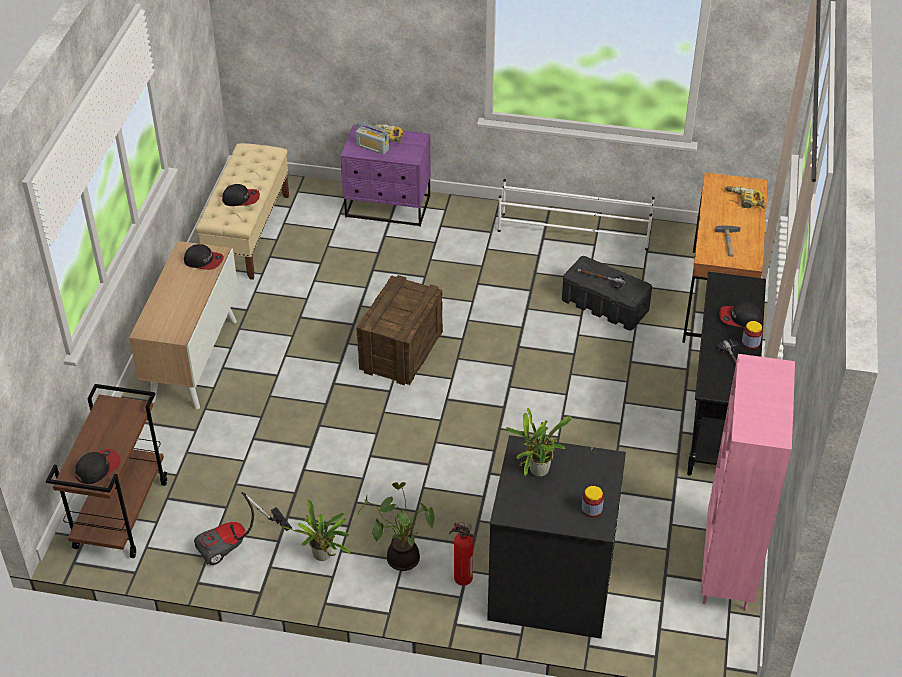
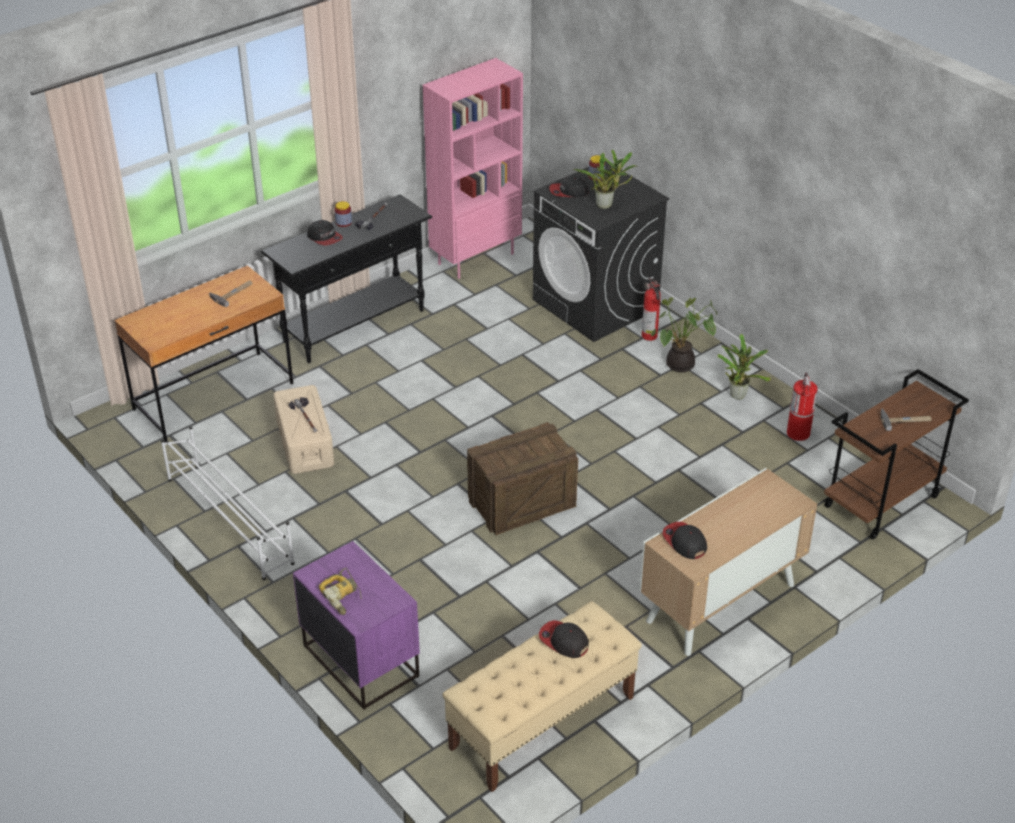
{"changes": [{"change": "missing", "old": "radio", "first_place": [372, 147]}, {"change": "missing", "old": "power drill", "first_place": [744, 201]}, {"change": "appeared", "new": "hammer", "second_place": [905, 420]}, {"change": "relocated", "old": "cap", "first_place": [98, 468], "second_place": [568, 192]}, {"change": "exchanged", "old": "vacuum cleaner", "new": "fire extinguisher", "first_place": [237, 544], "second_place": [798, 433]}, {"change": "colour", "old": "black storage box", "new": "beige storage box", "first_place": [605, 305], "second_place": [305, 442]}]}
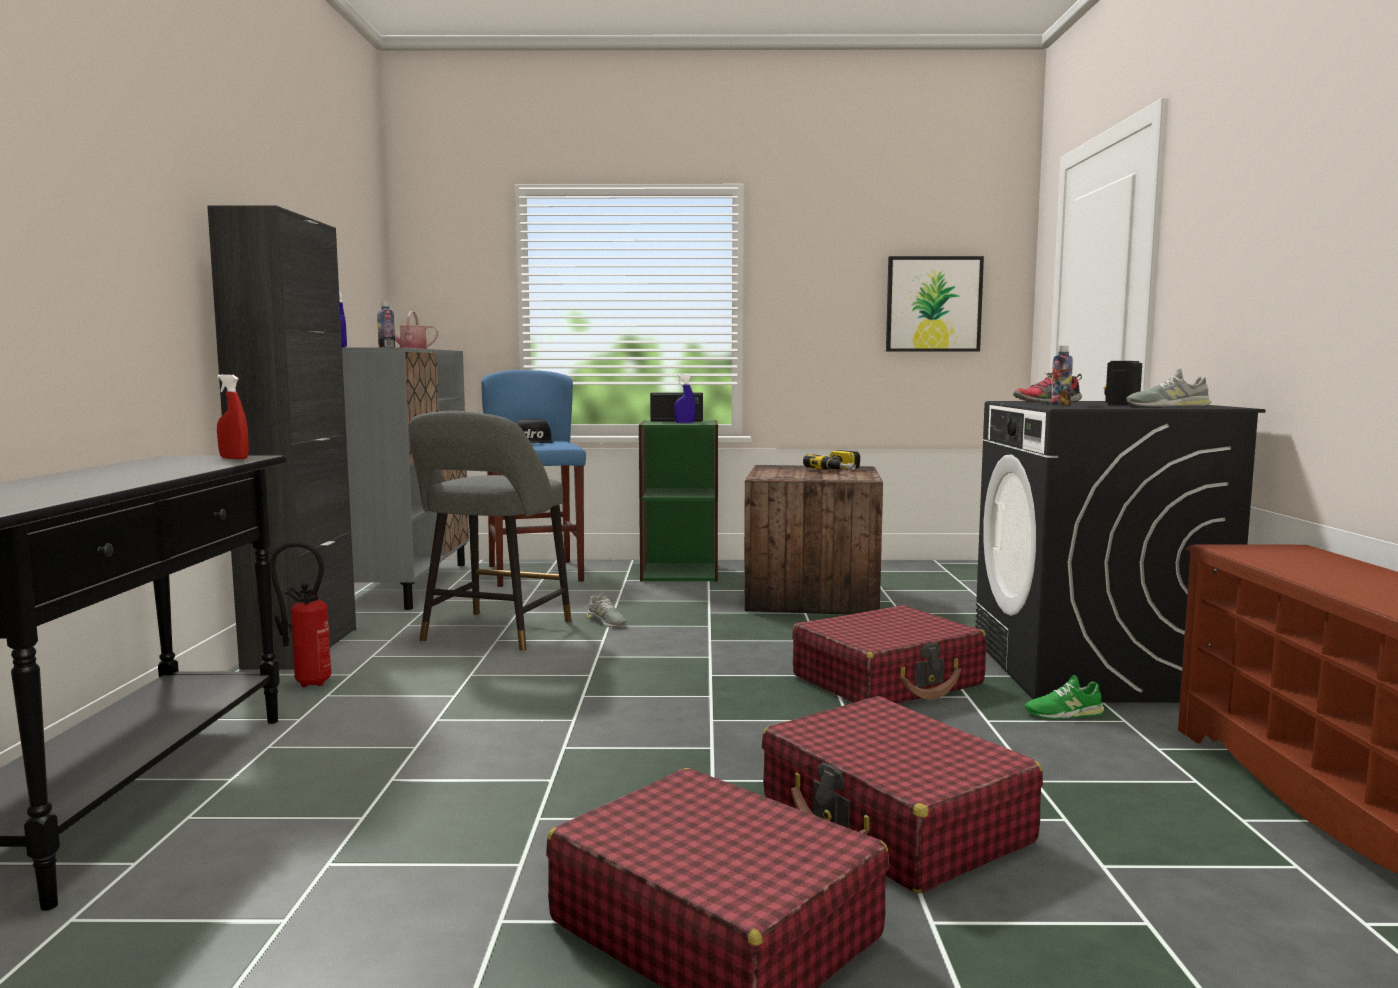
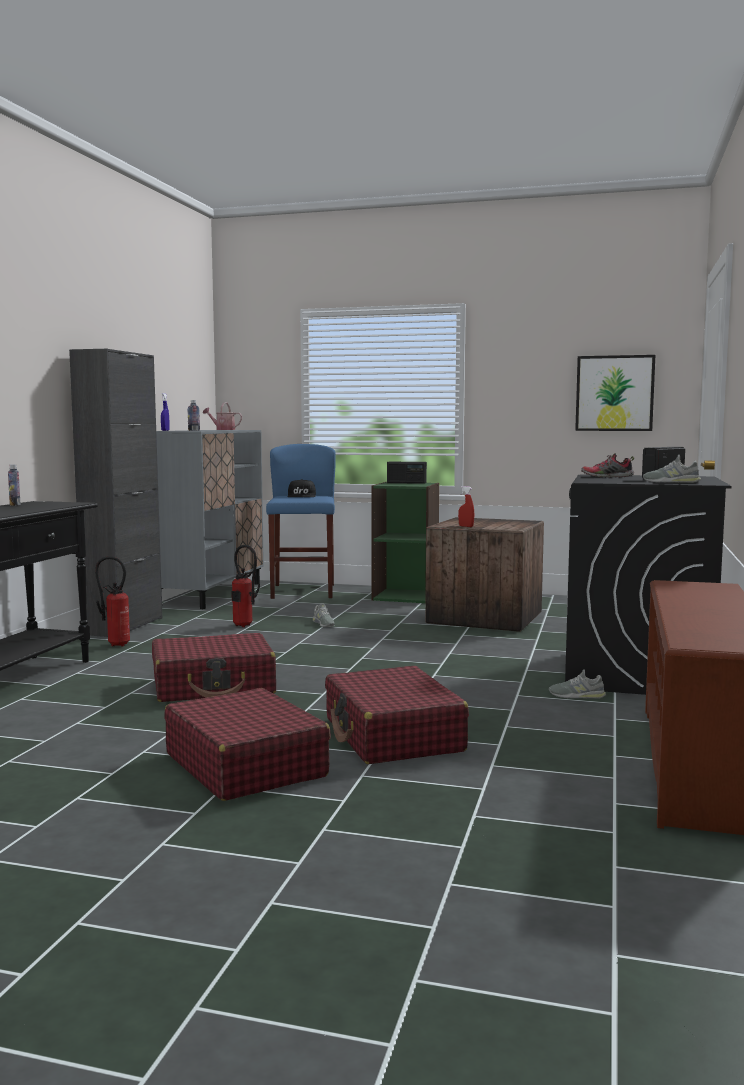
{"changes": [{"change": "missing", "old": "blue spray bottle", "first_place": [684, 423]}, {"change": "missing", "old": "power drill", "first_place": [841, 471]}, {"change": "relocated", "old": "red spray bottle", "first_place": [234, 458], "second_place": [466, 526]}, {"change": "relocated", "old": "red suitcase", "first_place": [888, 681], "second_place": [213, 686]}, {"change": "relocated", "old": "bottle", "first_place": [1060, 405], "second_place": [15, 505]}, {"change": "exchanged", "old": "grey stool", "new": "fire extinguisher", "first_place": [493, 634], "second_place": [244, 626]}, {"change": "colour", "old": "green shoe", "new": "grey shoe", "first_place": [1064, 713], "second_place": [577, 695]}]}
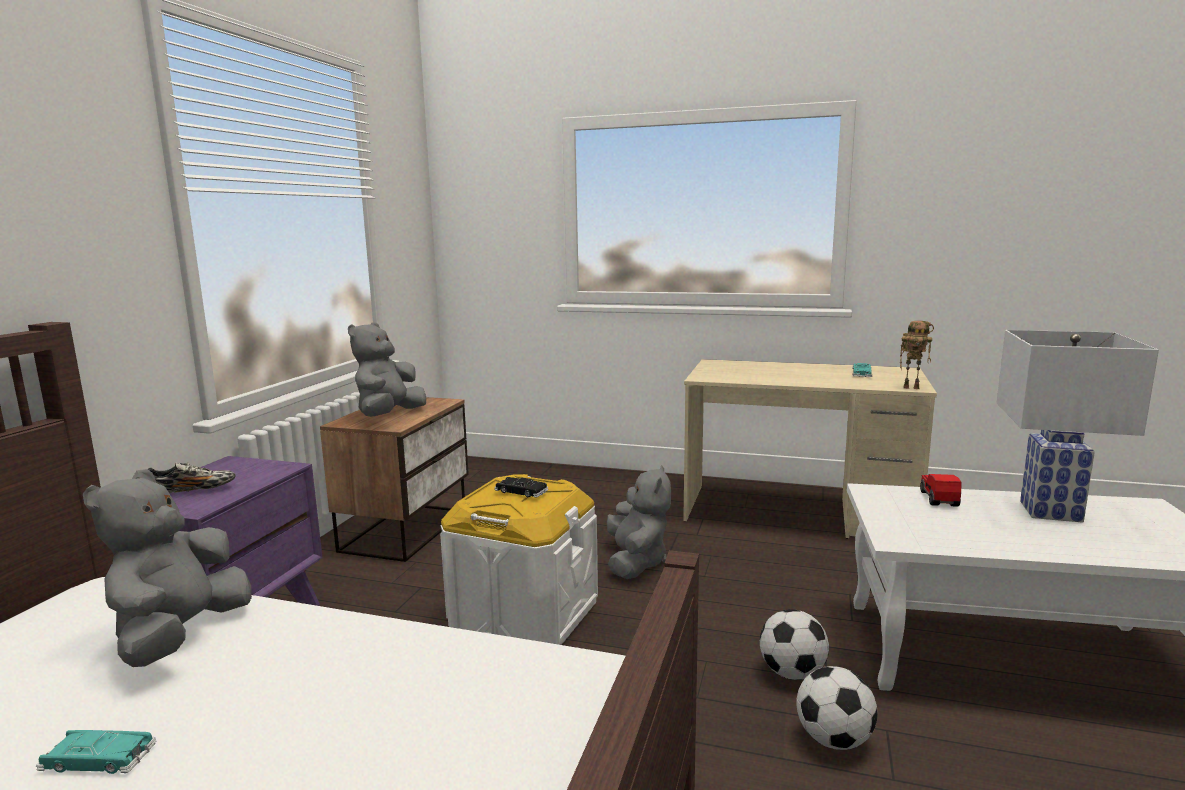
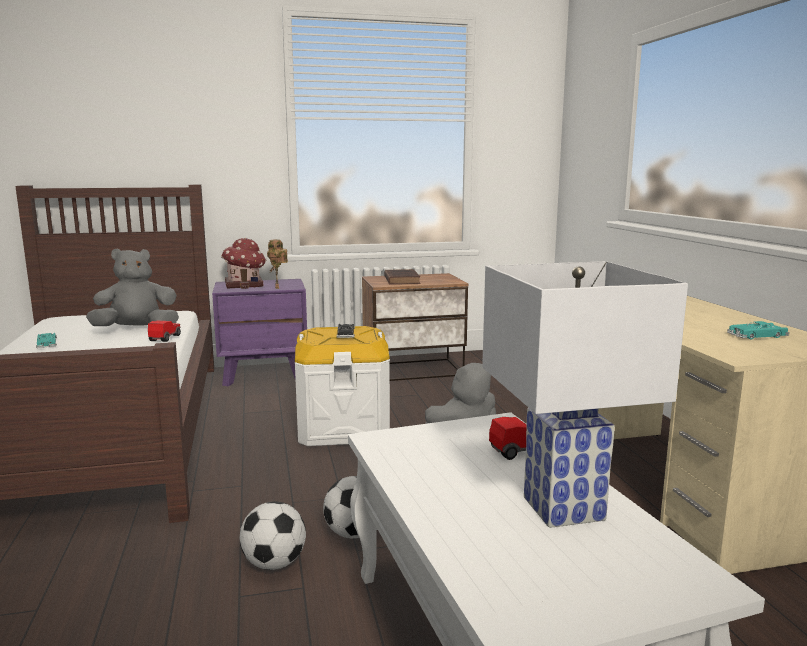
{"changes": [{"change": "appeared", "new": "toy car", "second_place": [165, 338]}, {"change": "relocated", "old": "toy robot", "first_place": [912, 387], "second_place": [278, 287]}, {"change": "exchanged", "old": "shoe", "new": "toy house", "first_place": [192, 491], "second_place": [245, 285]}, {"change": "exchanged", "old": "grey plush toy", "new": "brown book", "first_place": [389, 416], "second_place": [401, 280]}]}
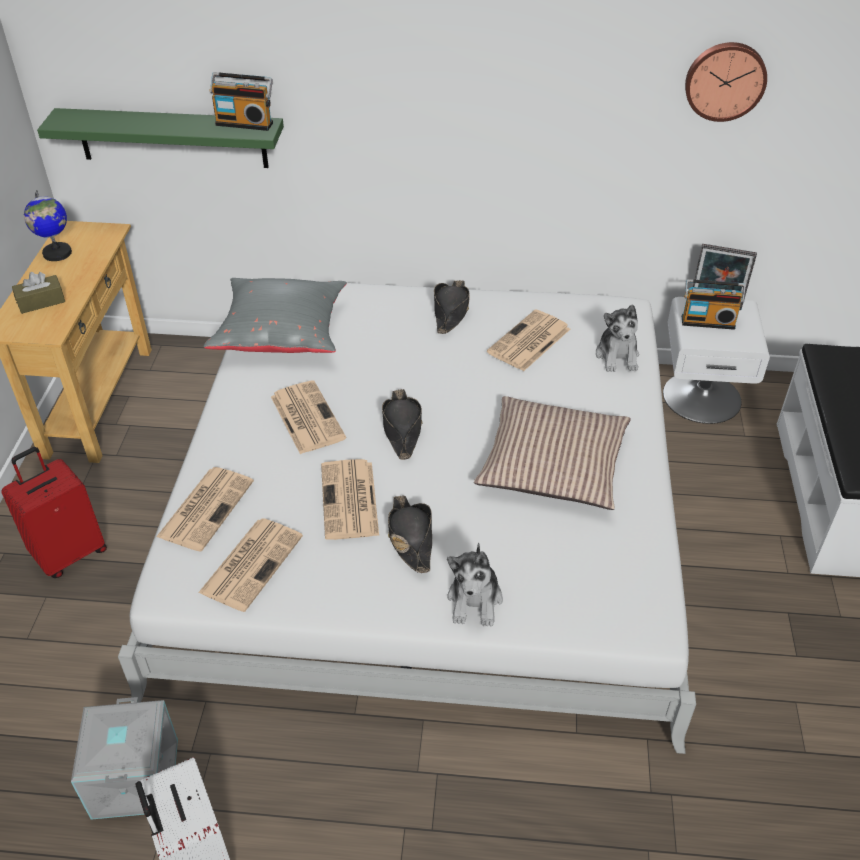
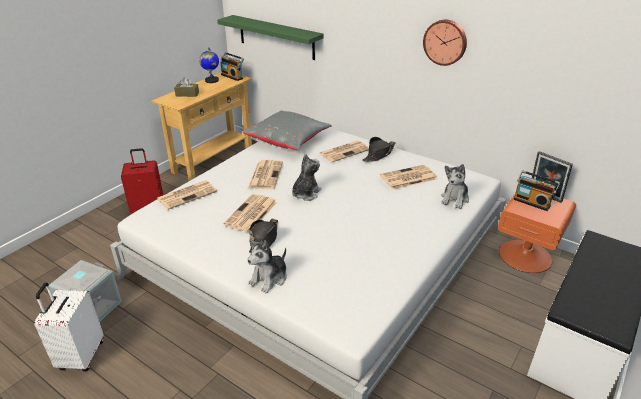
{"changes": [{"change": "missing", "old": "pillow", "first_place": [553, 464]}, {"change": "relocated", "old": "newspaper", "first_place": [252, 563], "second_place": [345, 151]}, {"change": "relocated", "old": "radio", "first_place": [245, 123], "second_place": [233, 76]}, {"change": "relocated", "old": "wall clock", "first_place": [725, 80], "second_place": [445, 42]}, {"change": "exchanged", "old": "black hat", "new": "plush toy", "first_place": [402, 429], "second_place": [305, 193]}, {"change": "colour", "old": "white nightstand", "new": "orange nightstand", "first_place": [701, 396], "second_place": [525, 255]}]}
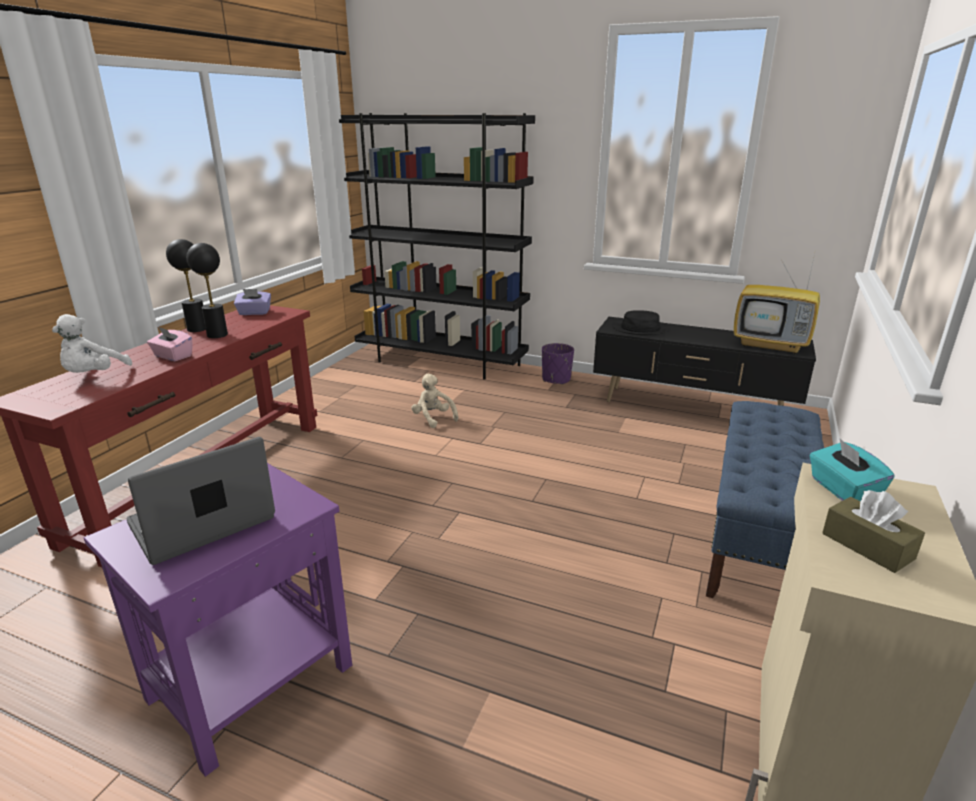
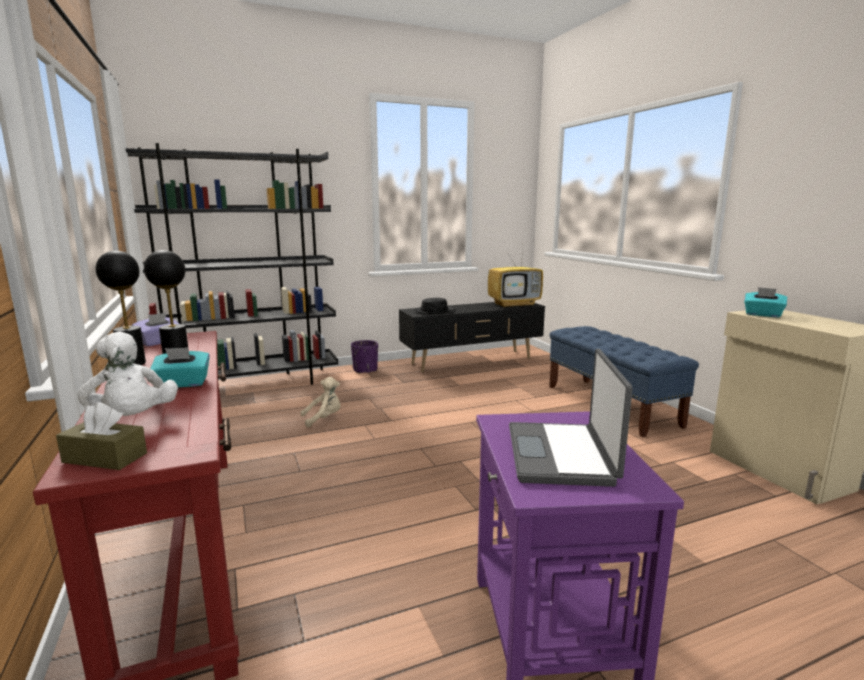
{"changes": [{"change": "relocated", "old": "brown tissue box", "first_place": [867, 546], "second_place": [105, 458]}, {"change": "colour", "old": "pink tissue box", "new": "turquoise tissue box", "first_place": [172, 356], "second_place": [182, 384]}, {"change": "spun", "old": "beige plush toy", "first_place": [433, 418], "second_place": [324, 419], "degrees": 150}]}
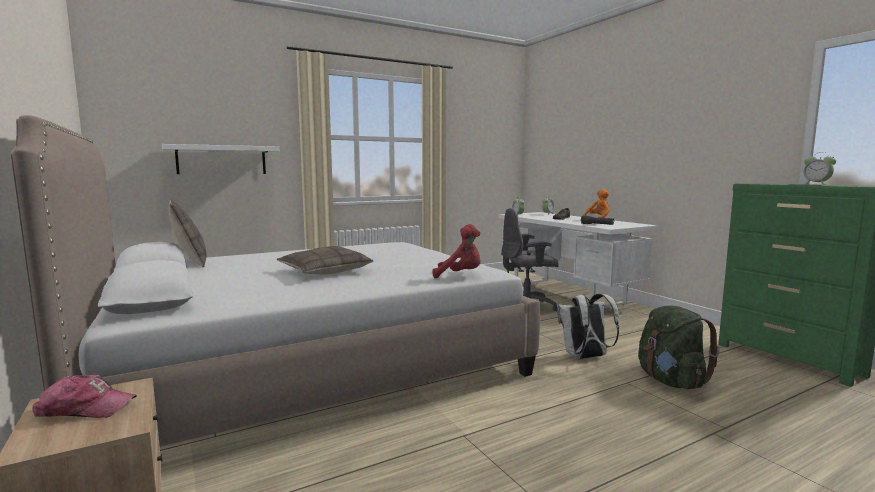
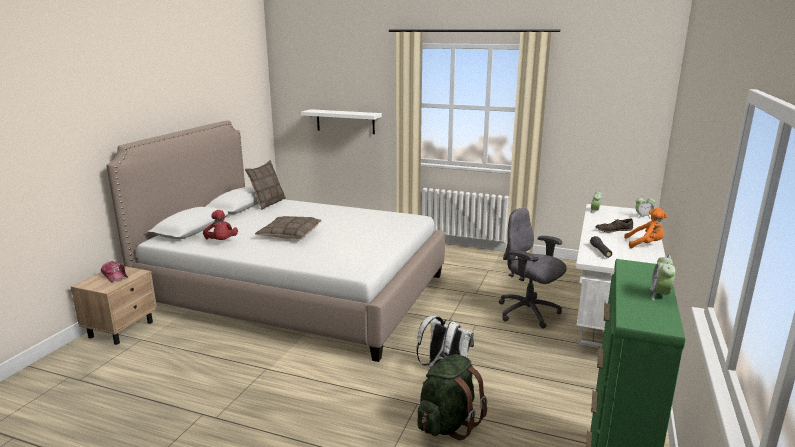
{"changes": [{"change": "relocated", "old": "red plush toy", "first_place": [460, 275], "second_place": [221, 242]}]}
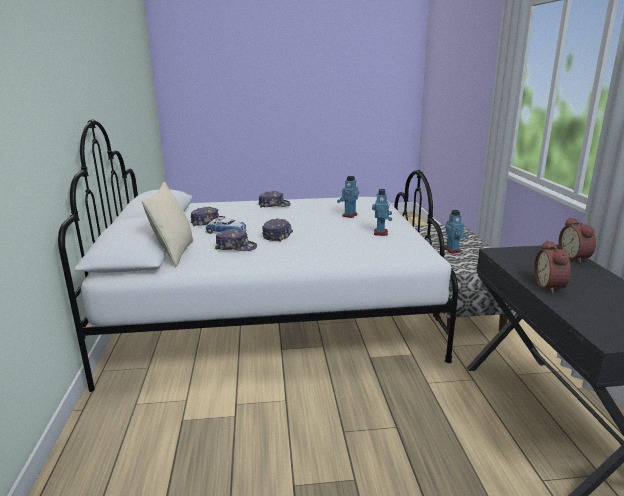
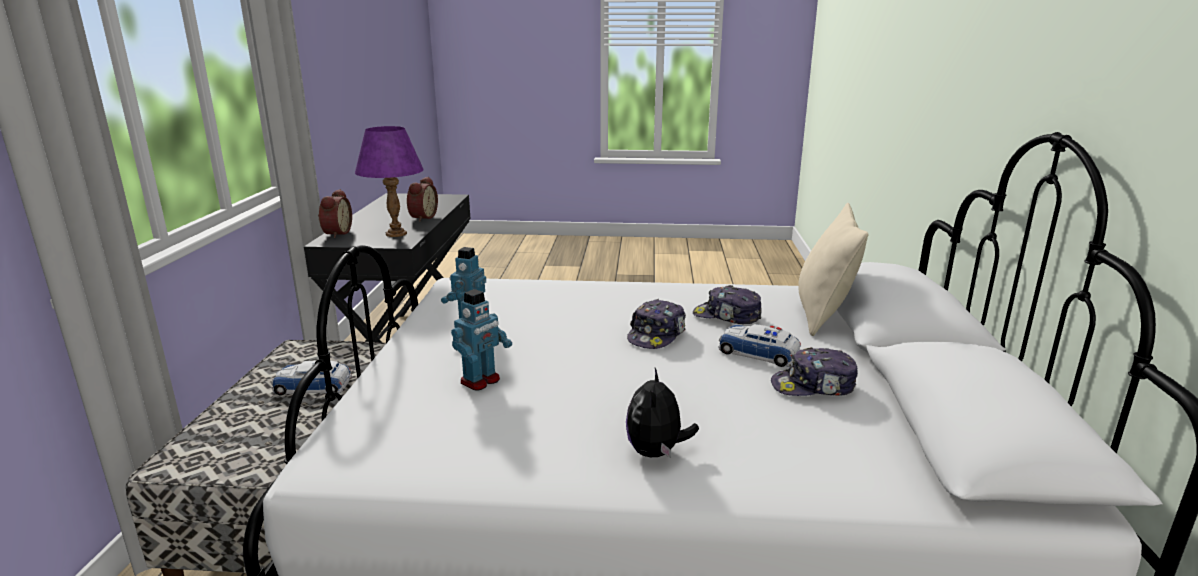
{"changes": [{"change": "appeared", "new": "purple table lamp", "second_place": [395, 234]}, {"change": "exchanged", "old": "cap", "new": "plush toy", "first_place": [274, 205], "second_place": [656, 452]}, {"change": "exchanged", "old": "toy robot", "new": "toy car", "first_place": [452, 250], "second_place": [313, 386]}]}
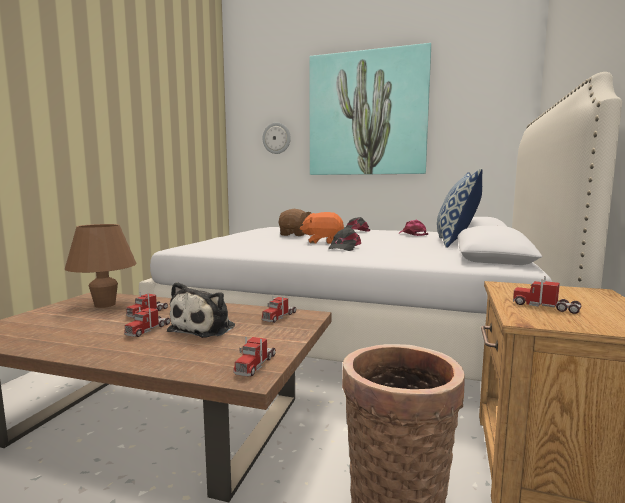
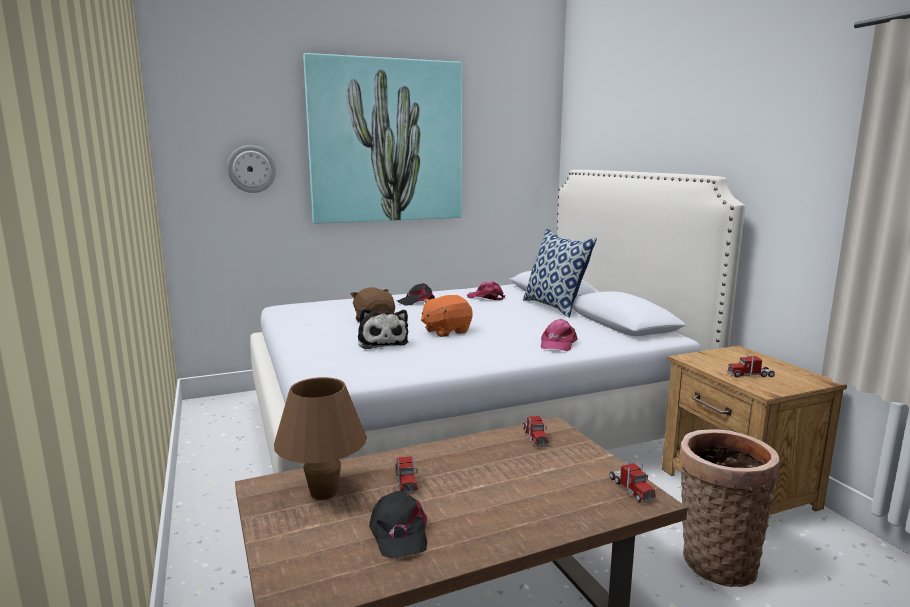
{"changes": [{"change": "missing", "old": "toy truck", "first_place": [148, 329]}, {"change": "appeared", "new": "pink cap", "second_place": [557, 343]}, {"change": "relocated", "old": "plush toy", "first_place": [205, 328], "second_place": [382, 342]}, {"change": "relocated", "old": "black cap", "first_place": [344, 248], "second_place": [398, 533]}]}
